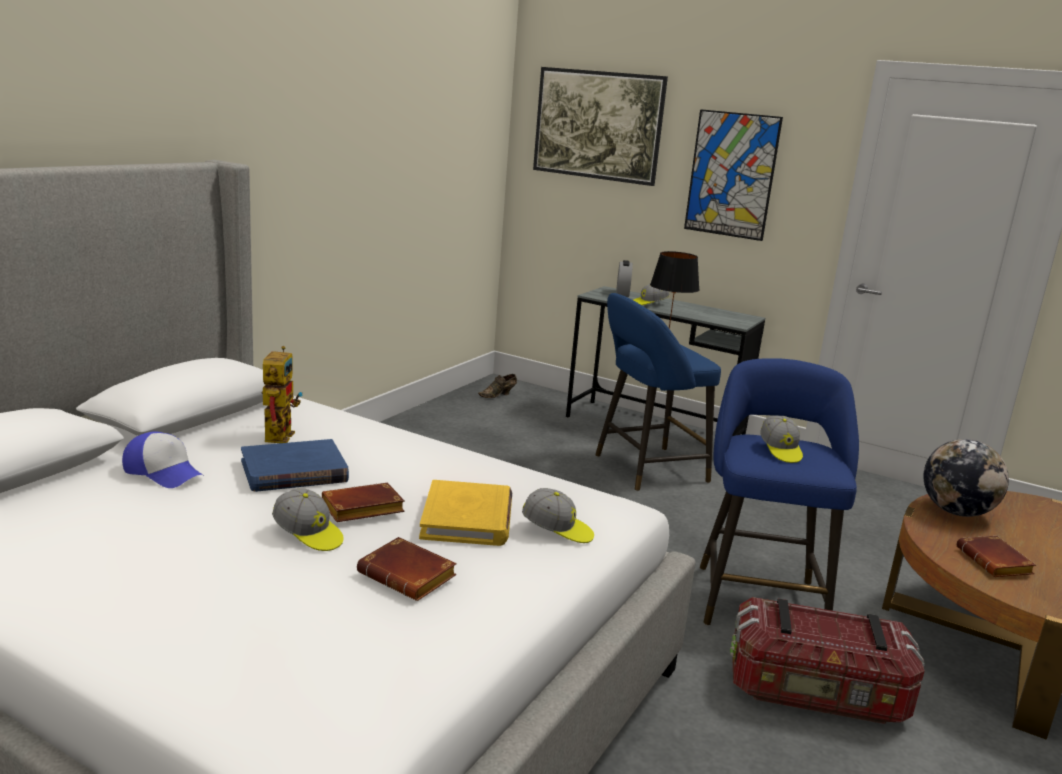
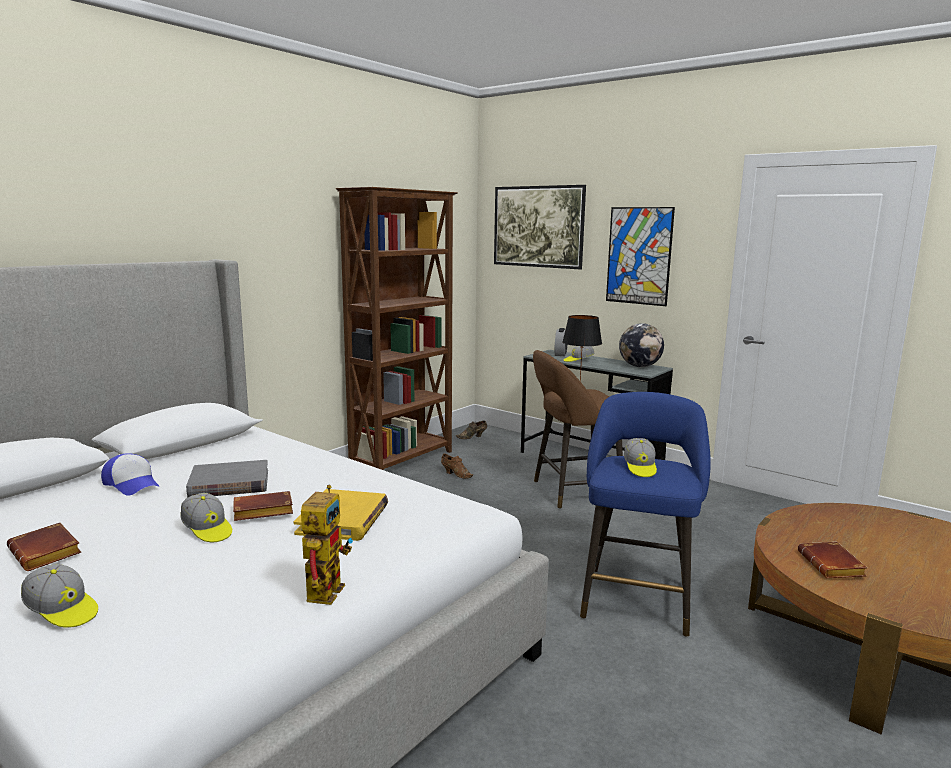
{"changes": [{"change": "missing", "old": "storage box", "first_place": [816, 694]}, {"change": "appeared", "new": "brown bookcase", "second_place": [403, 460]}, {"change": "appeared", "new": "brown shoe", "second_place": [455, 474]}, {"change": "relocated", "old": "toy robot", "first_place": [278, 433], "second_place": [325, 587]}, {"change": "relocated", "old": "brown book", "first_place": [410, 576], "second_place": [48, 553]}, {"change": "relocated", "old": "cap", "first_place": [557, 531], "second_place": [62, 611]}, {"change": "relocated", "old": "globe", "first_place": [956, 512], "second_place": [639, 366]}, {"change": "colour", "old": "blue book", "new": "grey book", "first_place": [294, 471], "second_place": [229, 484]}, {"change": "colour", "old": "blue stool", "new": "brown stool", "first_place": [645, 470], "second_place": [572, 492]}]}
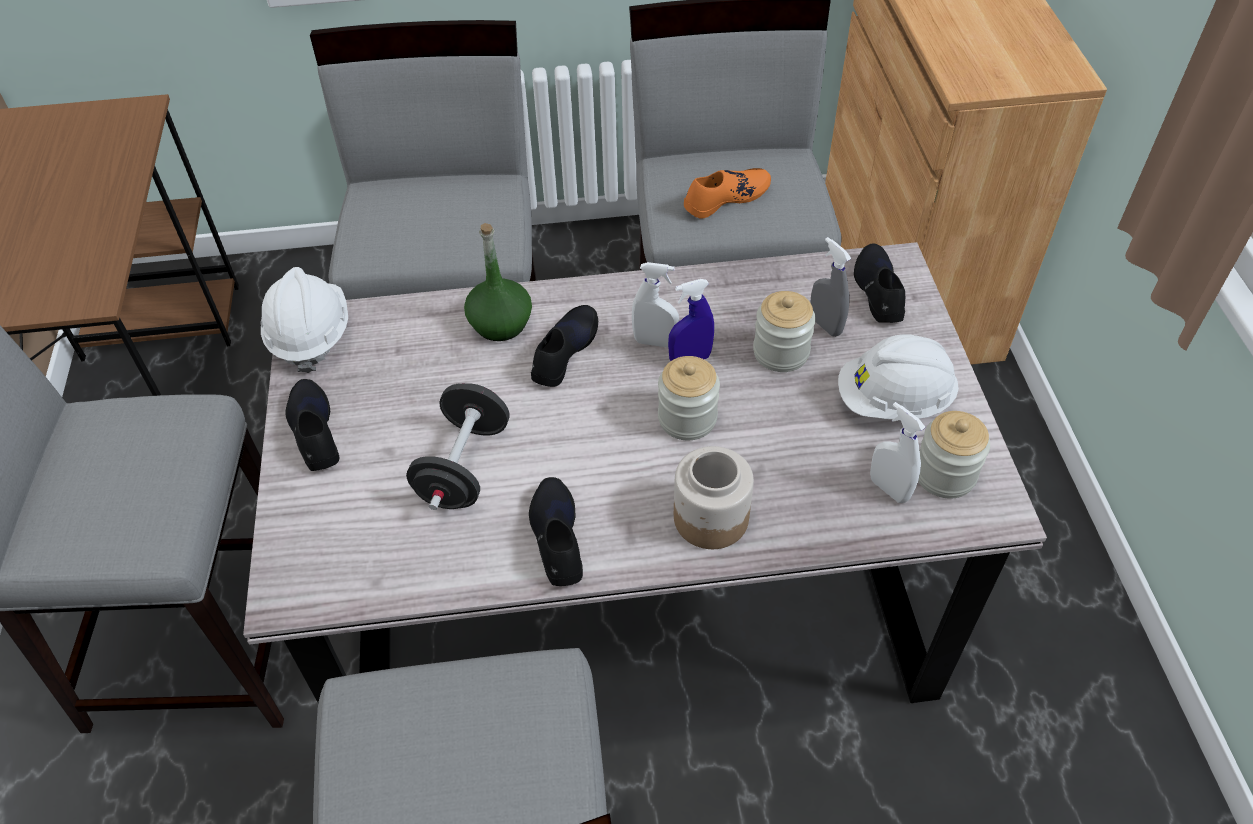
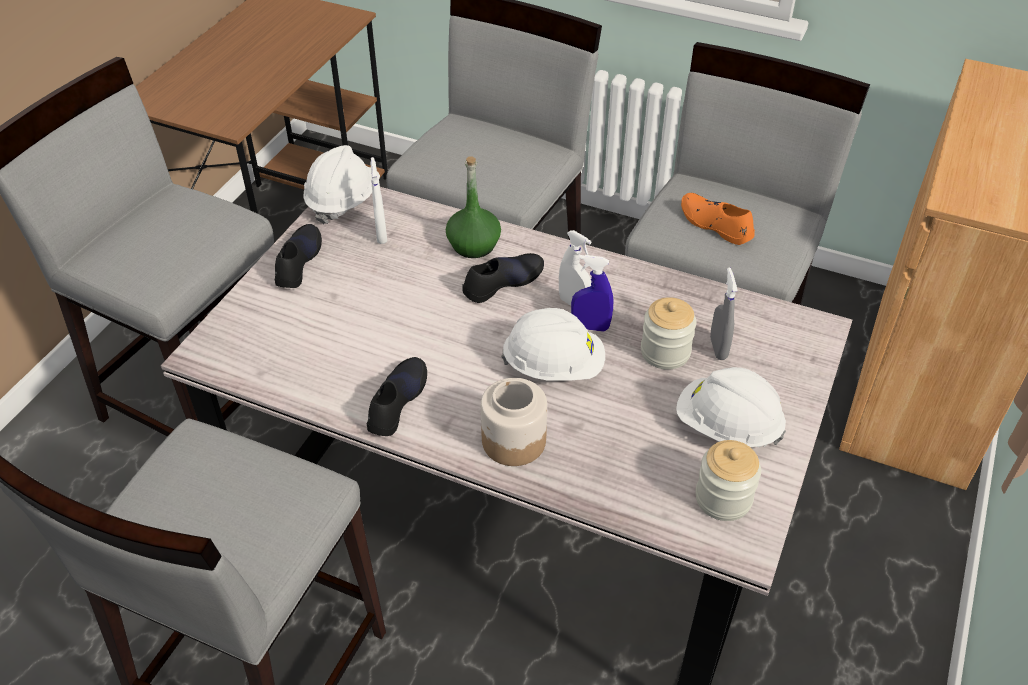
{"changes": [{"change": "missing", "old": "black dumbbell", "first_place": [464, 467]}, {"change": "missing", "old": "black shoe", "first_place": [878, 290]}, {"change": "relocated", "old": "white spray bottle", "first_place": [889, 489], "second_place": [381, 234]}, {"change": "exchanged", "old": "jar", "new": "white hard hat", "first_place": [687, 418], "second_place": [553, 366]}, {"change": "spun", "old": "orange shoe", "first_place": [726, 198], "second_place": [715, 224], "degrees": -135}]}
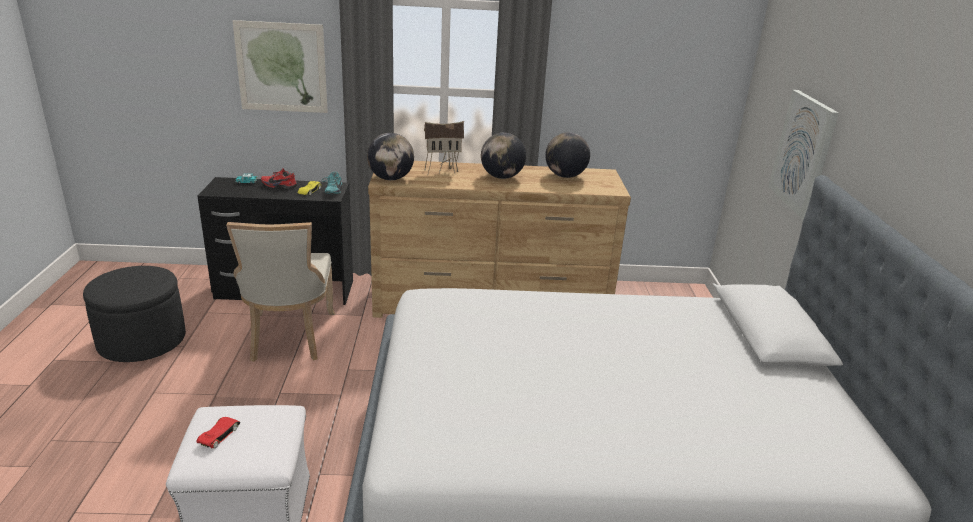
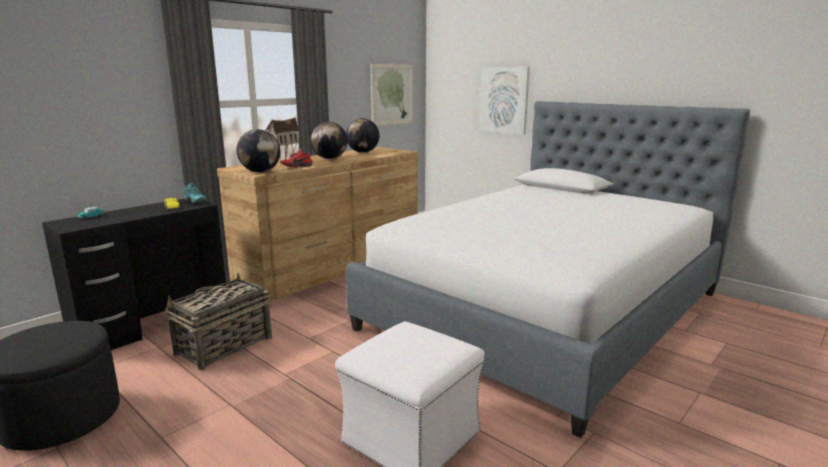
{"changes": [{"change": "missing", "old": "red toy car", "first_place": [219, 435]}, {"change": "relocated", "old": "picture", "first_place": [281, 67], "second_place": [392, 94]}, {"change": "relocated", "old": "red shoe", "first_place": [280, 185], "second_place": [296, 166]}, {"change": "exchanged", "old": "beige chair", "new": "basket", "first_place": [289, 338], "second_place": [223, 346]}]}
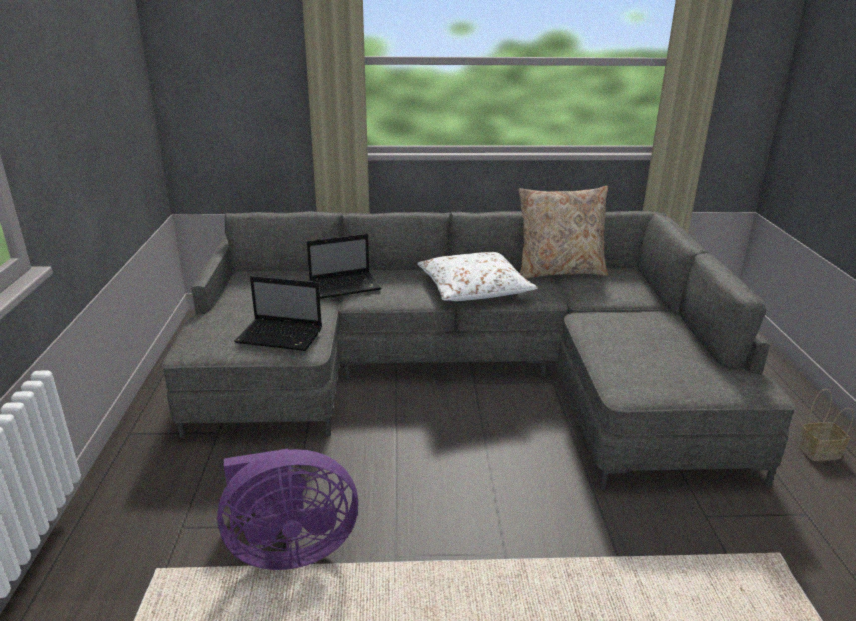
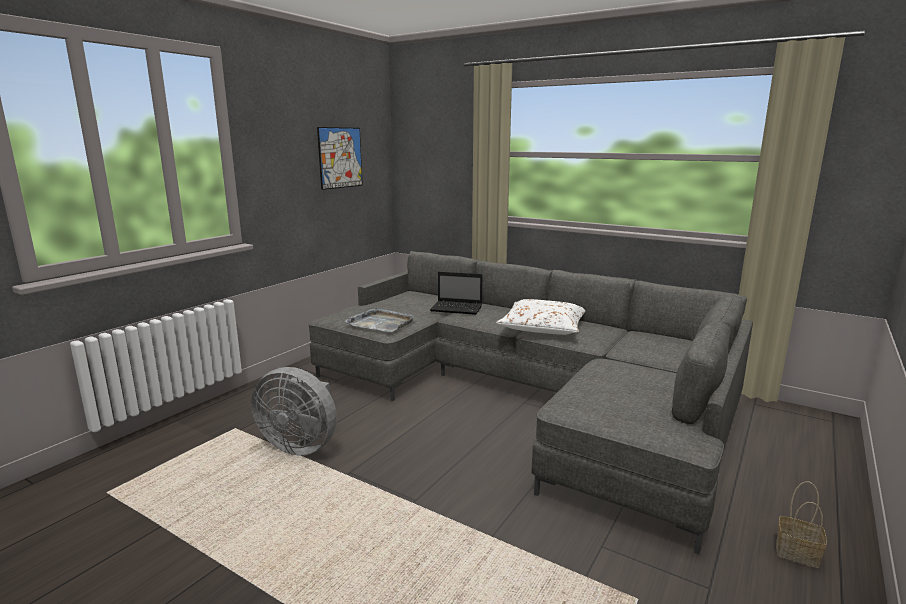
{"changes": [{"change": "missing", "old": "beige pillow", "first_place": [559, 271]}, {"change": "appeared", "new": "picture", "second_place": [340, 157]}, {"change": "exchanged", "old": "laptop", "new": "grey tray", "first_place": [281, 336], "second_place": [381, 323]}, {"change": "colour", "old": "purple fan", "new": "grey fan", "first_place": [288, 549], "second_place": [301, 445]}]}
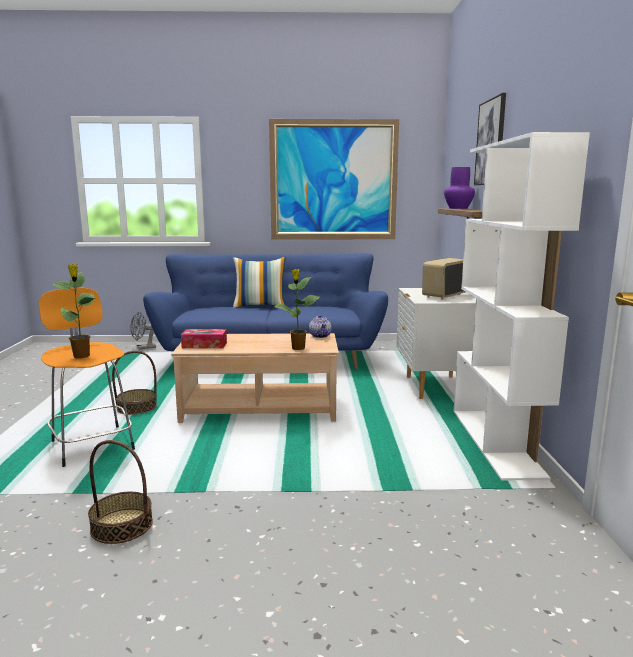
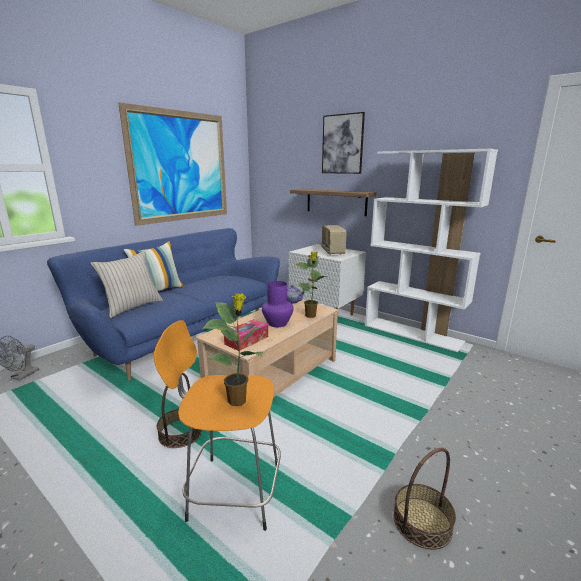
{"changes": [{"change": "appeared", "new": "beige pillow", "second_place": [132, 307]}, {"change": "relocated", "old": "purple vase", "first_place": [457, 208], "second_place": [277, 323]}]}
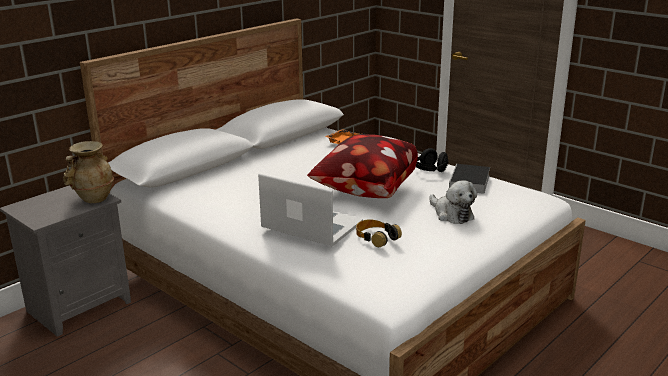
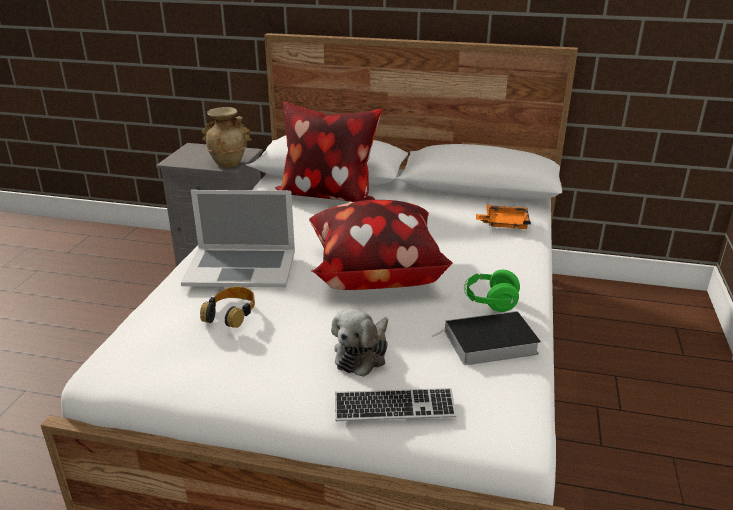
{"changes": [{"change": "appeared", "new": "pillow", "second_place": [327, 195]}, {"change": "appeared", "new": "keyboard", "second_place": [394, 407]}, {"change": "colour", "old": "black headphones", "new": "green headphones", "first_place": [430, 171], "second_place": [490, 302]}, {"change": "spun", "old": "laptop", "first_place": [311, 225], "second_place": [241, 267], "degrees": 90}]}
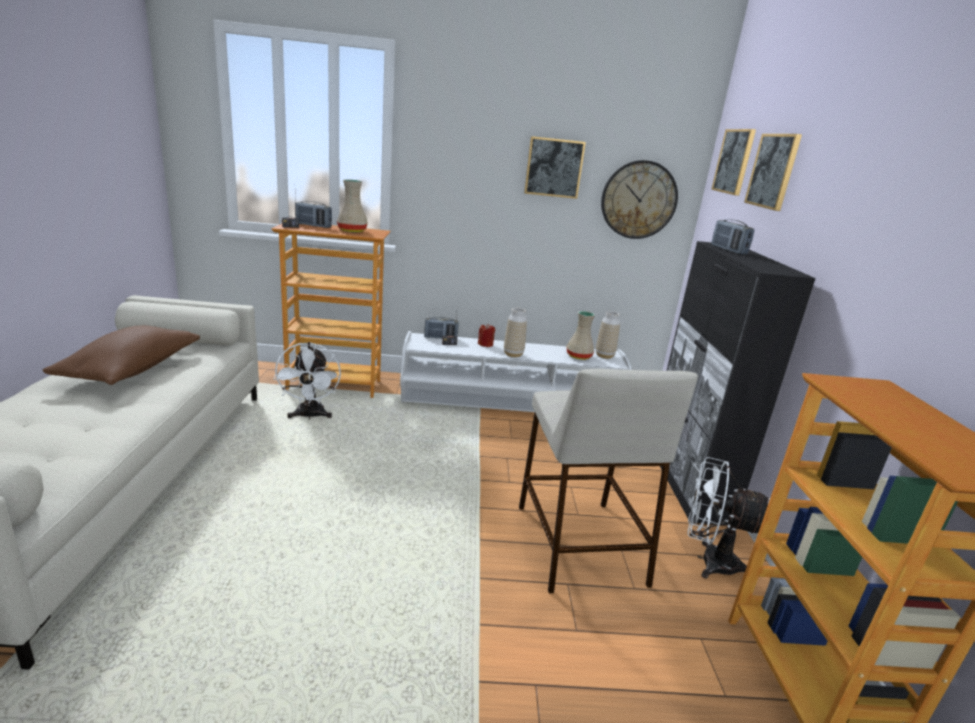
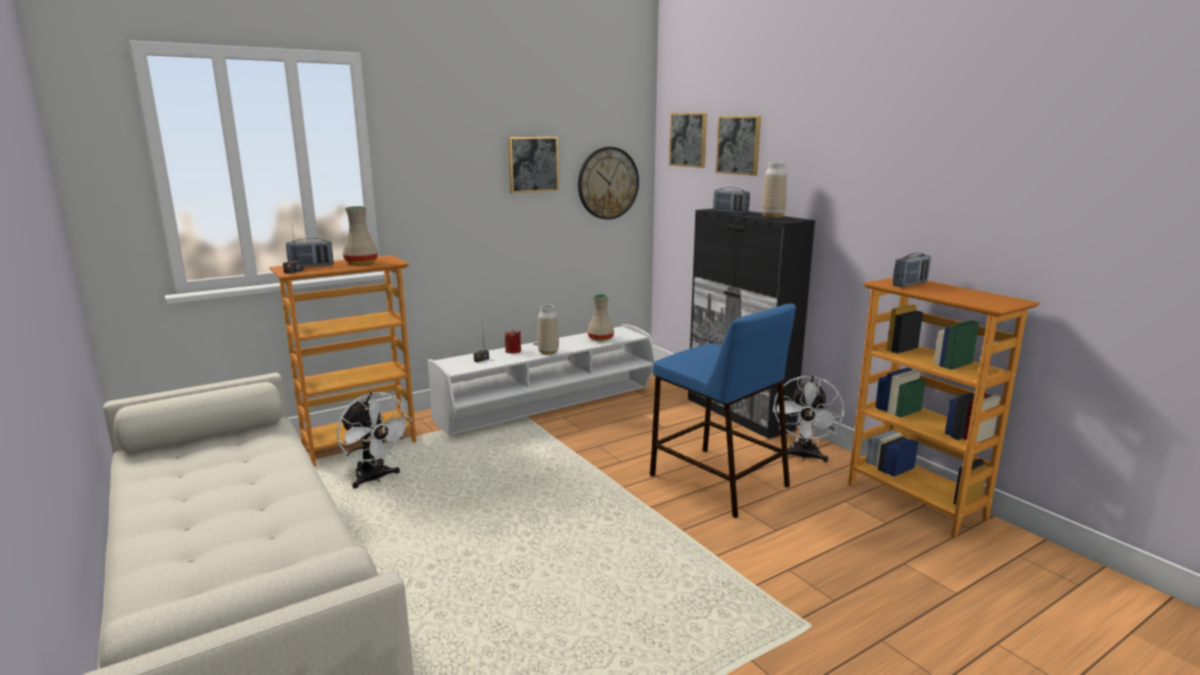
{"changes": [{"change": "missing", "old": "brown pillow", "first_place": [131, 370]}, {"change": "relocated", "old": "radio", "first_place": [440, 338], "second_place": [910, 284]}, {"change": "relocated", "old": "vase", "first_place": [604, 356], "second_place": [772, 217]}, {"change": "colour", "old": "beige stool", "new": "blue stool", "first_place": [578, 542], "second_place": [716, 480]}, {"change": "spun", "old": "white fan", "first_place": [708, 561], "second_place": [803, 457], "degrees": -60}]}
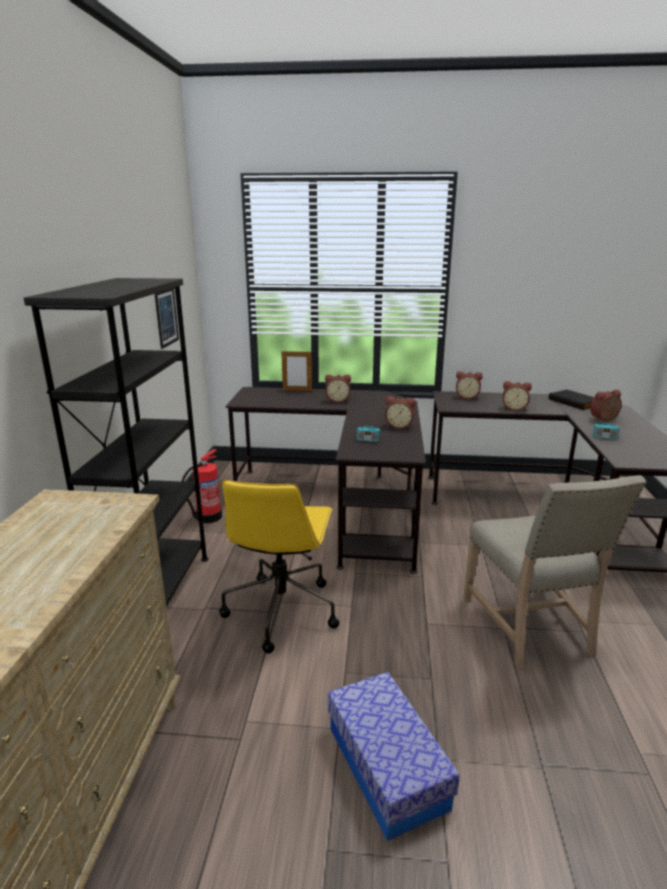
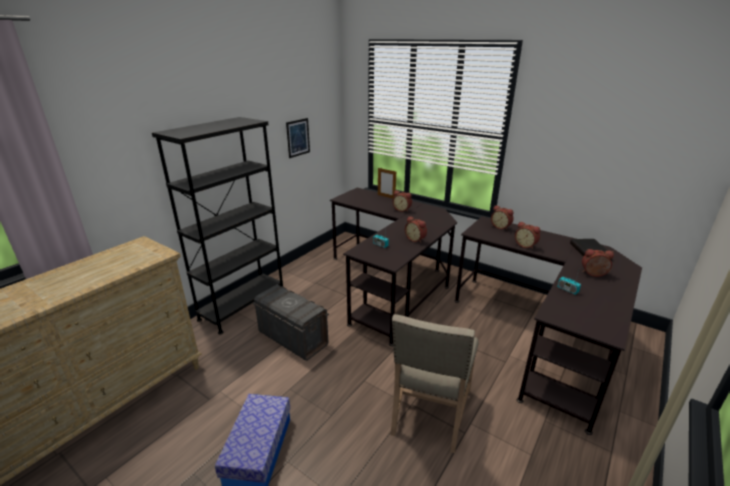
{"changes": [{"change": "missing", "old": "fire extinguisher", "first_place": [208, 517]}, {"change": "exchanged", "old": "yellow office chair", "new": "grey storage box", "first_place": [281, 609], "second_place": [293, 338]}]}
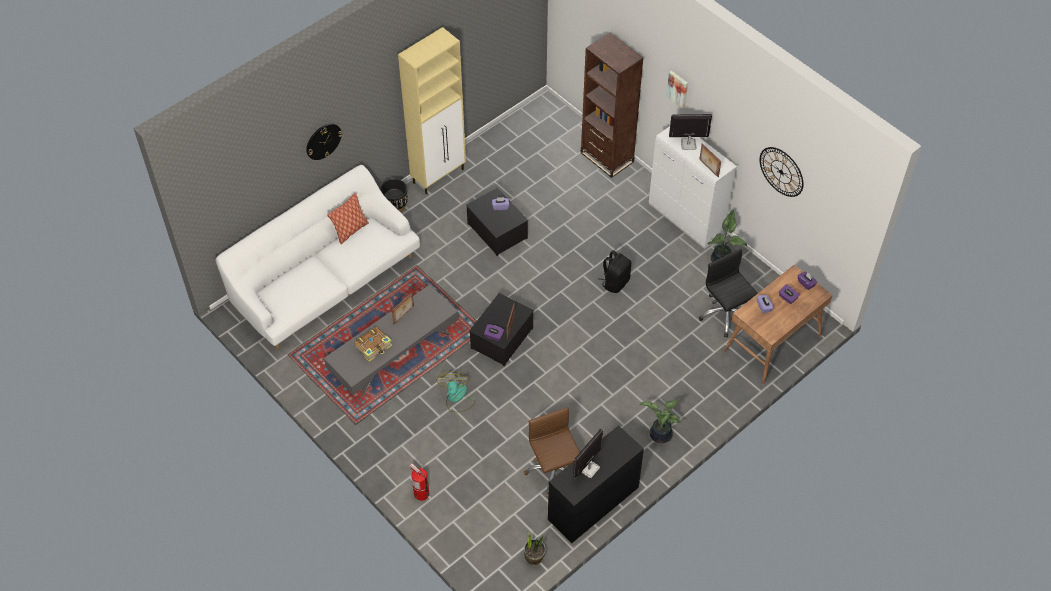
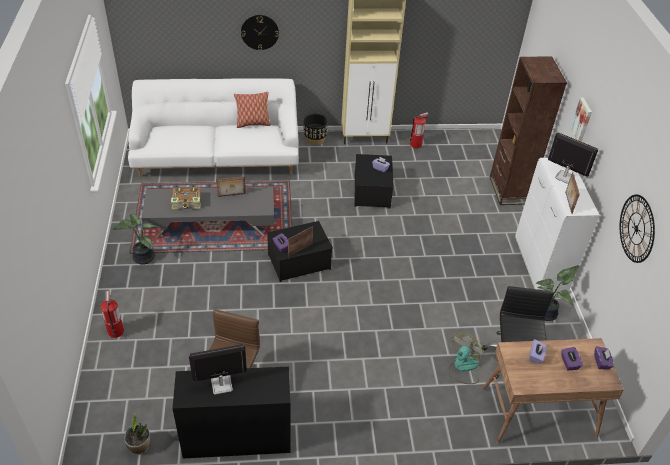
{"changes": [{"change": "missing", "old": "black backpack", "first_place": [615, 282]}, {"change": "appeared", "new": "fire extinguisher", "second_place": [416, 144]}, {"change": "relocated", "old": "fan", "first_place": [457, 398], "second_place": [463, 368]}, {"change": "relocated", "old": "potted plant", "first_place": [659, 435], "second_place": [142, 258]}]}
